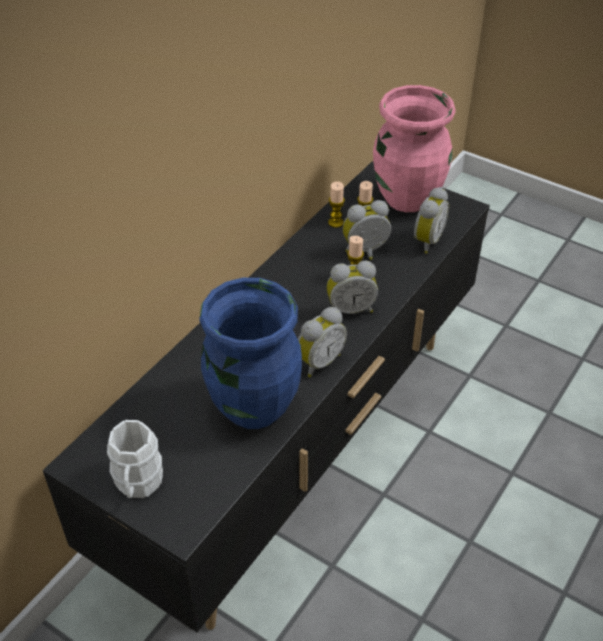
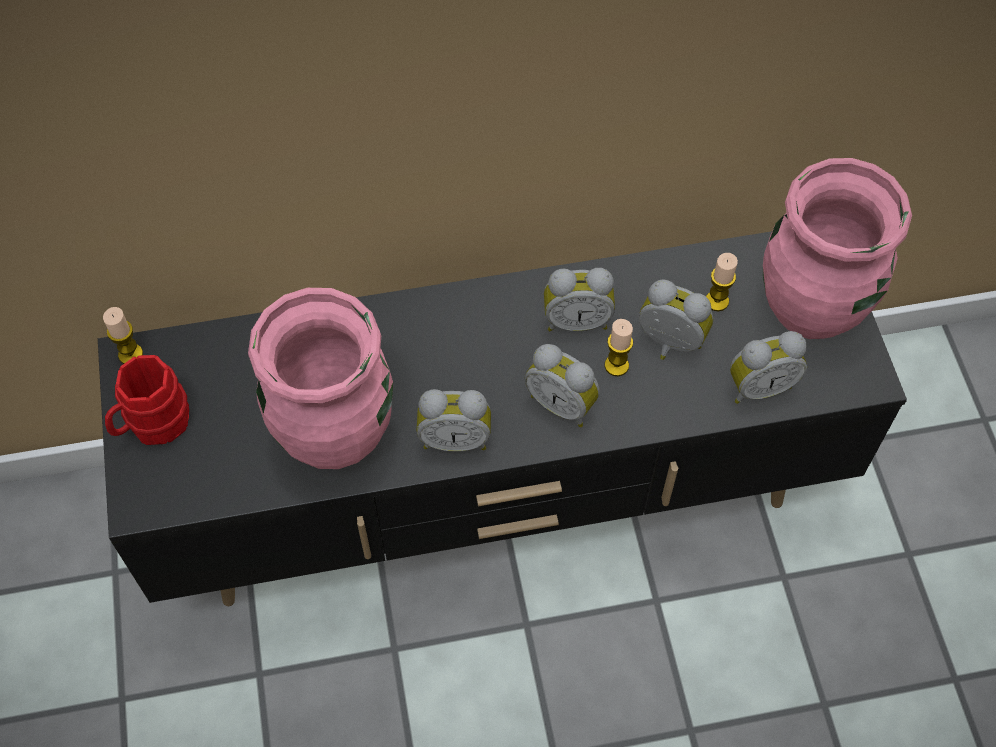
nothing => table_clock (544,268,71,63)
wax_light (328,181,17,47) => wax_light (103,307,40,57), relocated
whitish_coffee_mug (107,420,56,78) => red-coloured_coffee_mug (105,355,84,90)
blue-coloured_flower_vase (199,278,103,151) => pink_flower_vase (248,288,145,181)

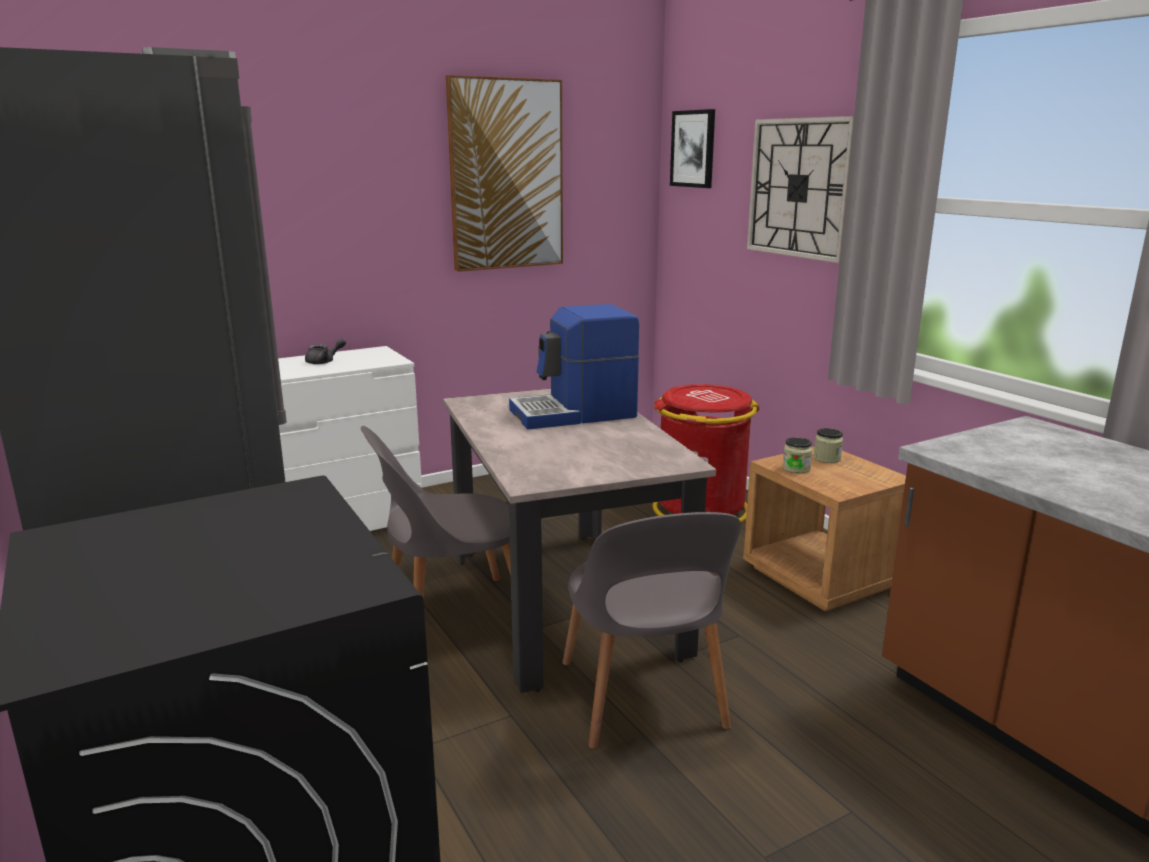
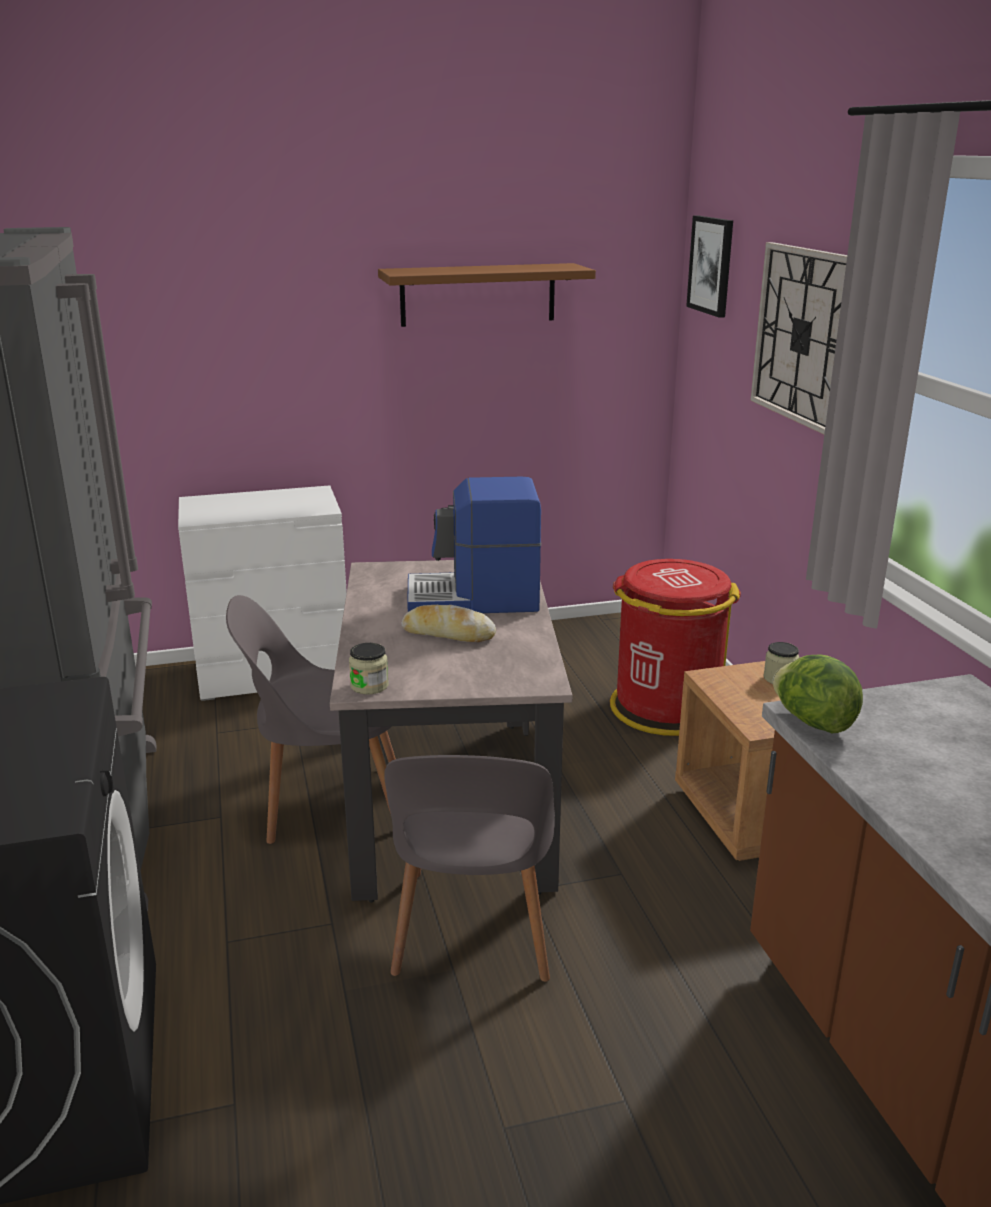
grey_tea_pot (305,338,41,26) => nothing
nothing => bread (401,605,95,37)
nothing => lettuce (773,654,90,80)
jar (782,437,30,36) => jar (349,643,40,52), relocated
wall_art (446,75,117,197) => brown_wall_shelf (378,263,218,64)

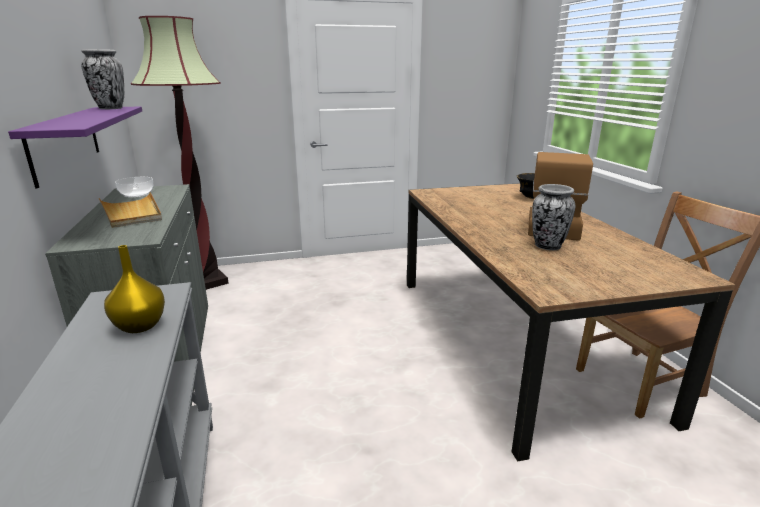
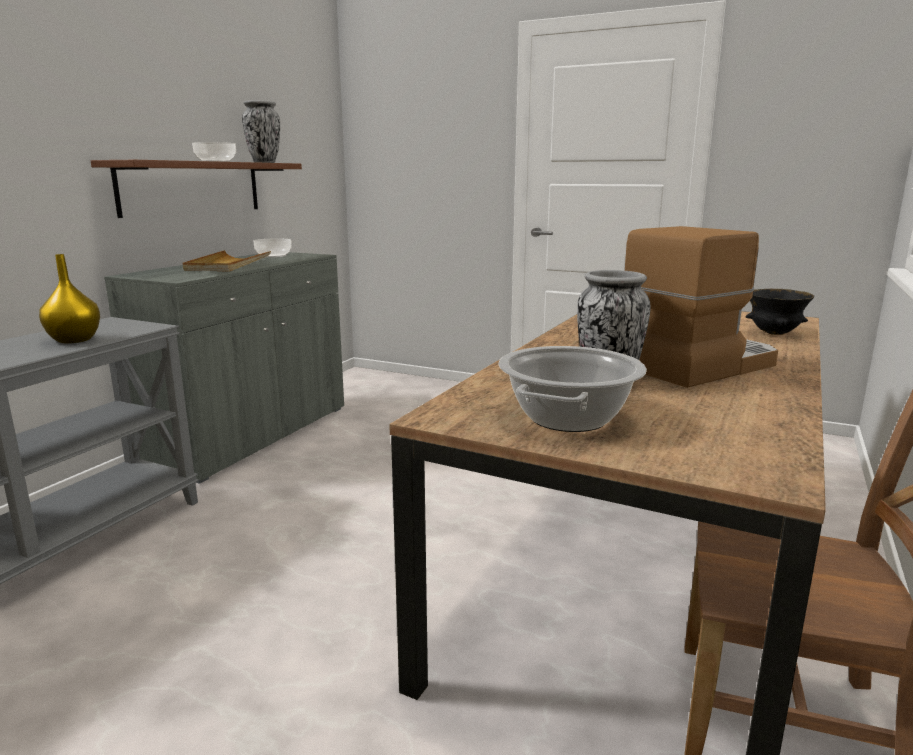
floor_lamp (131,16,98,274) => nothing
nothing => serving_bowl (192,142,44,20)
nothing => saucepot (498,346,149,86)
purple-coloured_wall_shelf (8,106,134,83) => brown_wall_shelf (91,160,211,58)

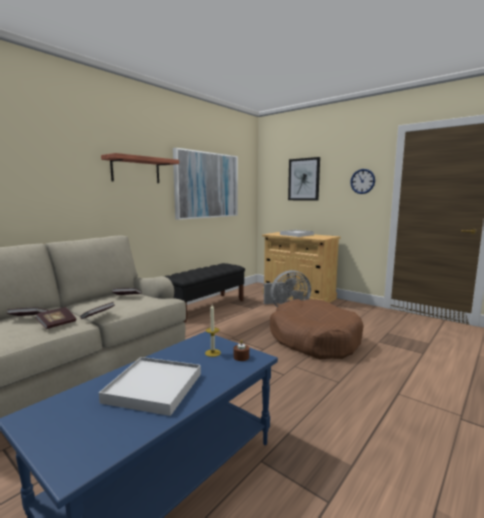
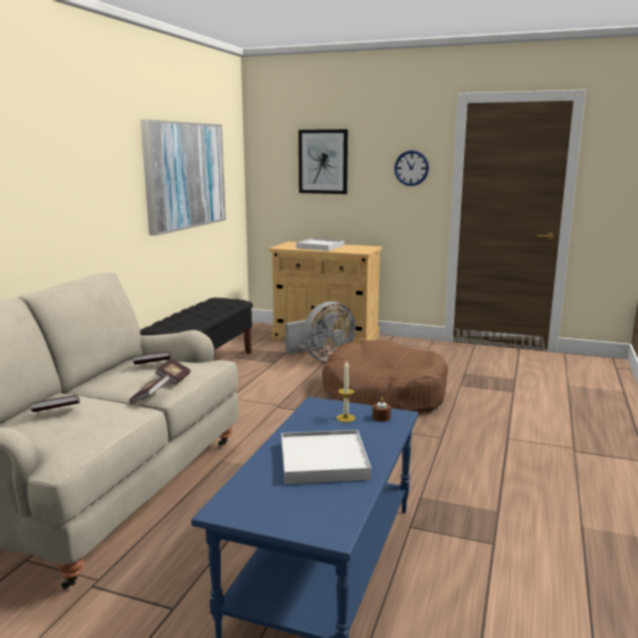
wall_shelf (101,153,78,30) => nothing
volume (35,307,41,22) => volume (155,359,36,25), relocated

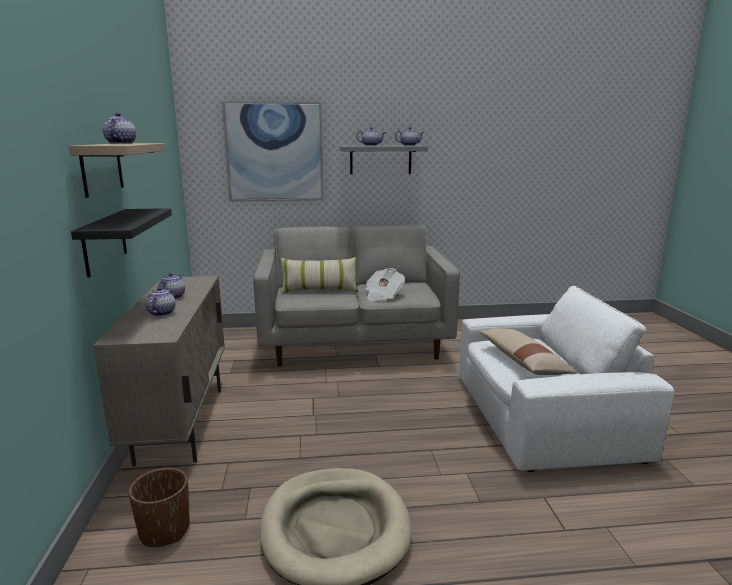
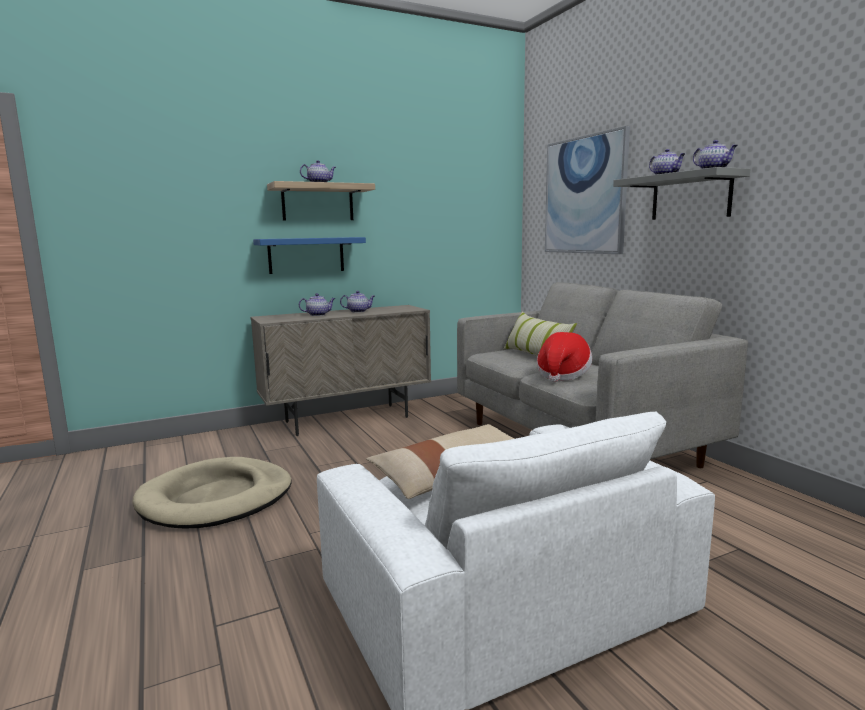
brown_planter (128,468,62,79) => nothing
daily_paper (366,268,39,33) => hat (537,332,55,50)
black_wall_shelf (71,208,101,70) => blue-coloured_wall_shelf (253,237,113,37)

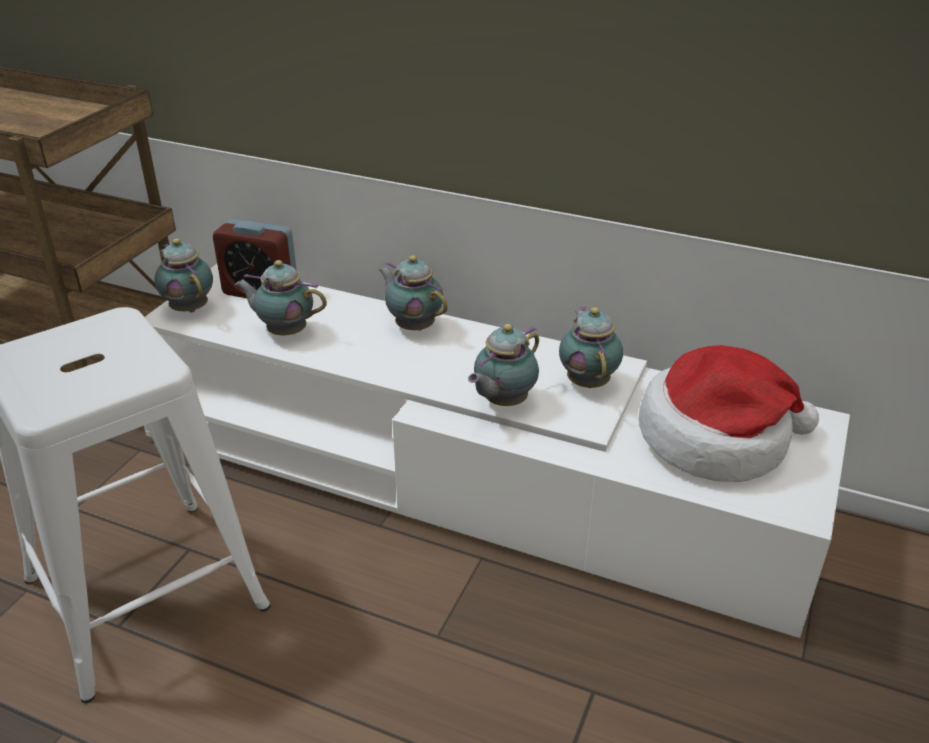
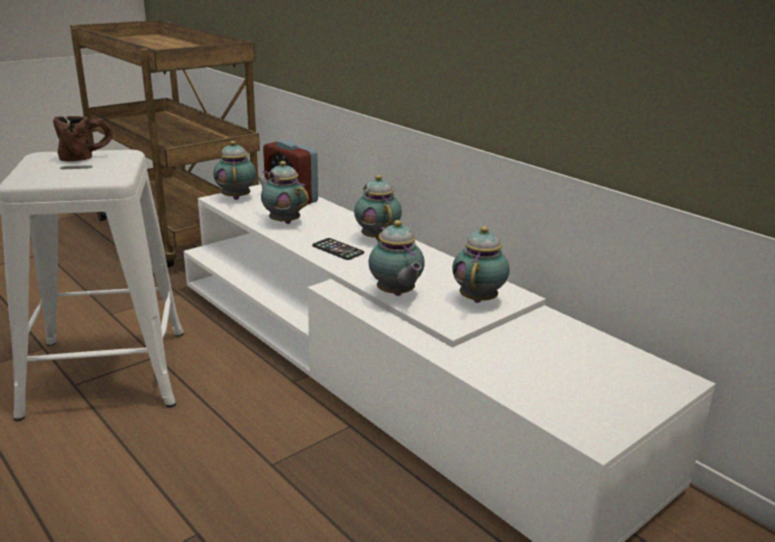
hat (639,345,180,137) => nothing
nothing => brown_coffee_mug (53,116,60,46)
nothing => handset (312,238,52,22)
tea_pot (468,324,71,82) => tea_pot (368,220,57,76), 90 degrees counterclockwise

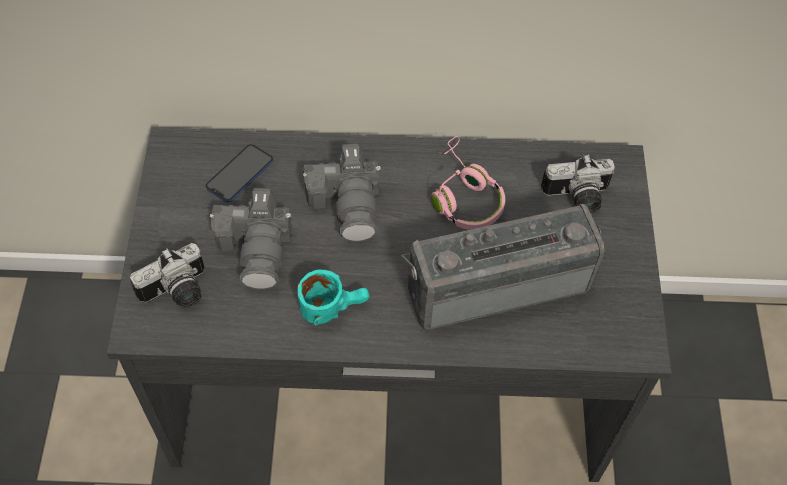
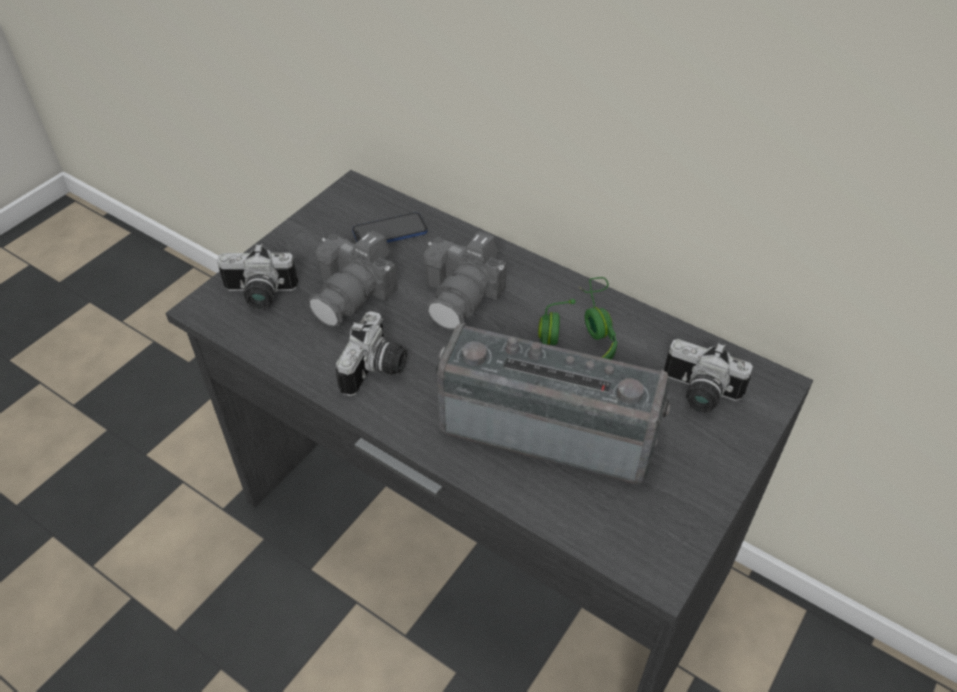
turquoise_coffee_mug (297,269,72,57) => photo_camera (336,311,71,85)
pink_headphones (431,136,74,94) => green_headphones (538,277,80,83)

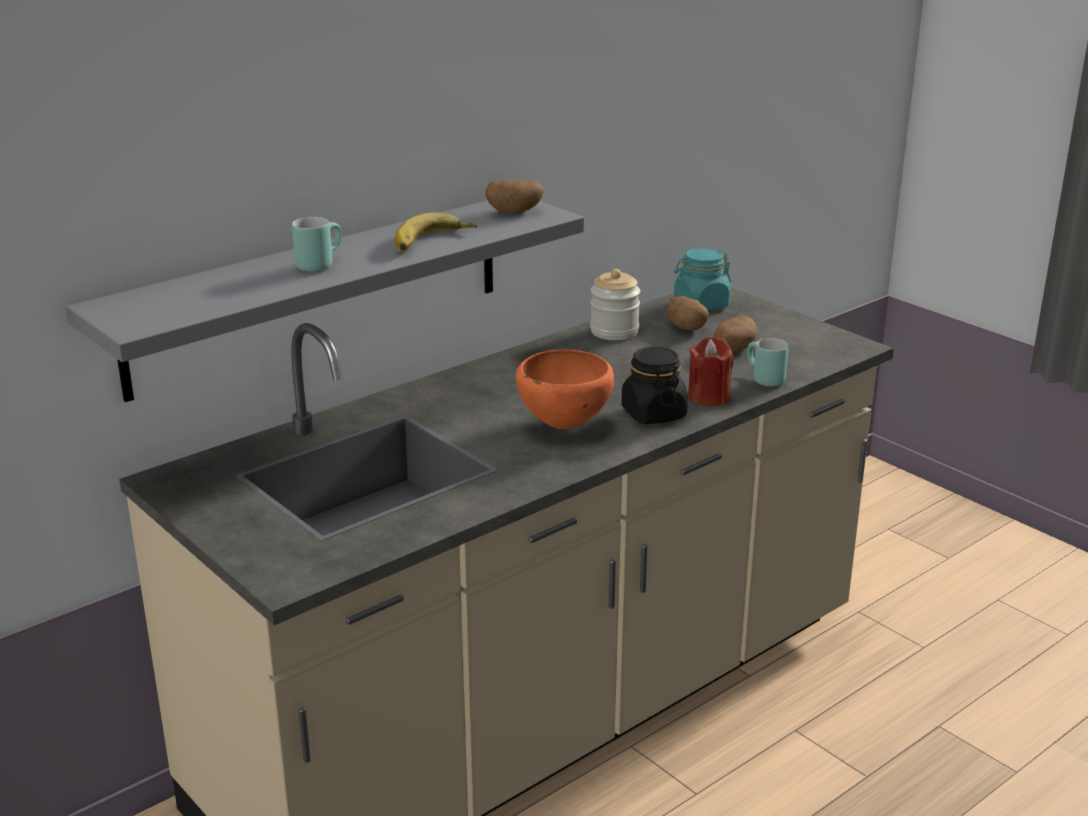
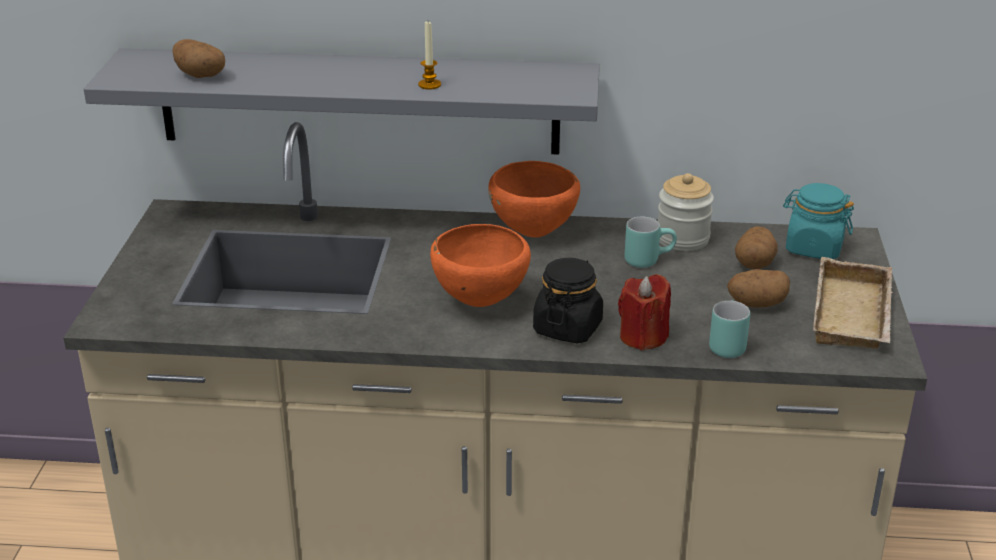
nothing => orange-coloured_serving_bowl (488,161,92,77)
nothing => beige-coloured_carrying_tray (813,257,80,92)
turquoise_coffee_mug (292,217,50,55) => turquoise_coffee_mug (624,217,53,51), relocated
whole_potato (485,180,59,34) => whole_potato (172,39,53,39), relocated
whole_banana (394,212,83,40) => wax_light (418,22,23,67)

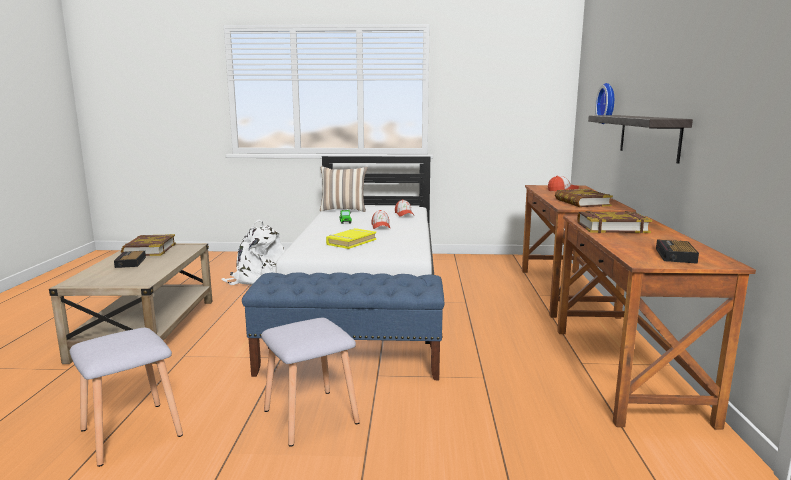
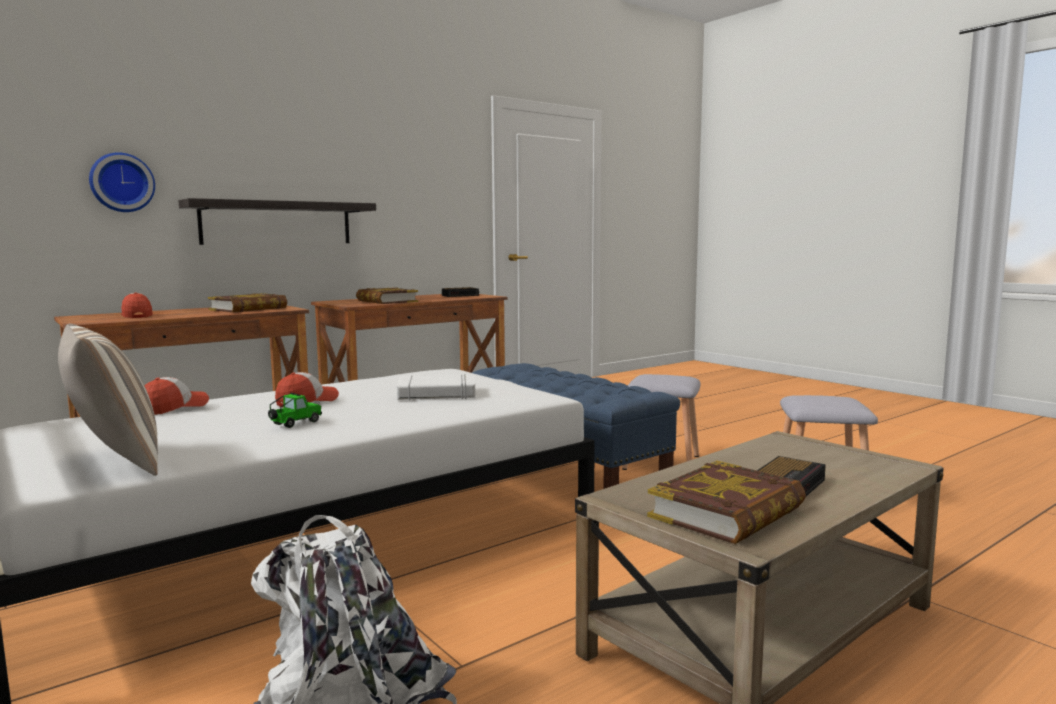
yellow_volume (326,228,50,21) => whitish_volume (397,374,79,27)

